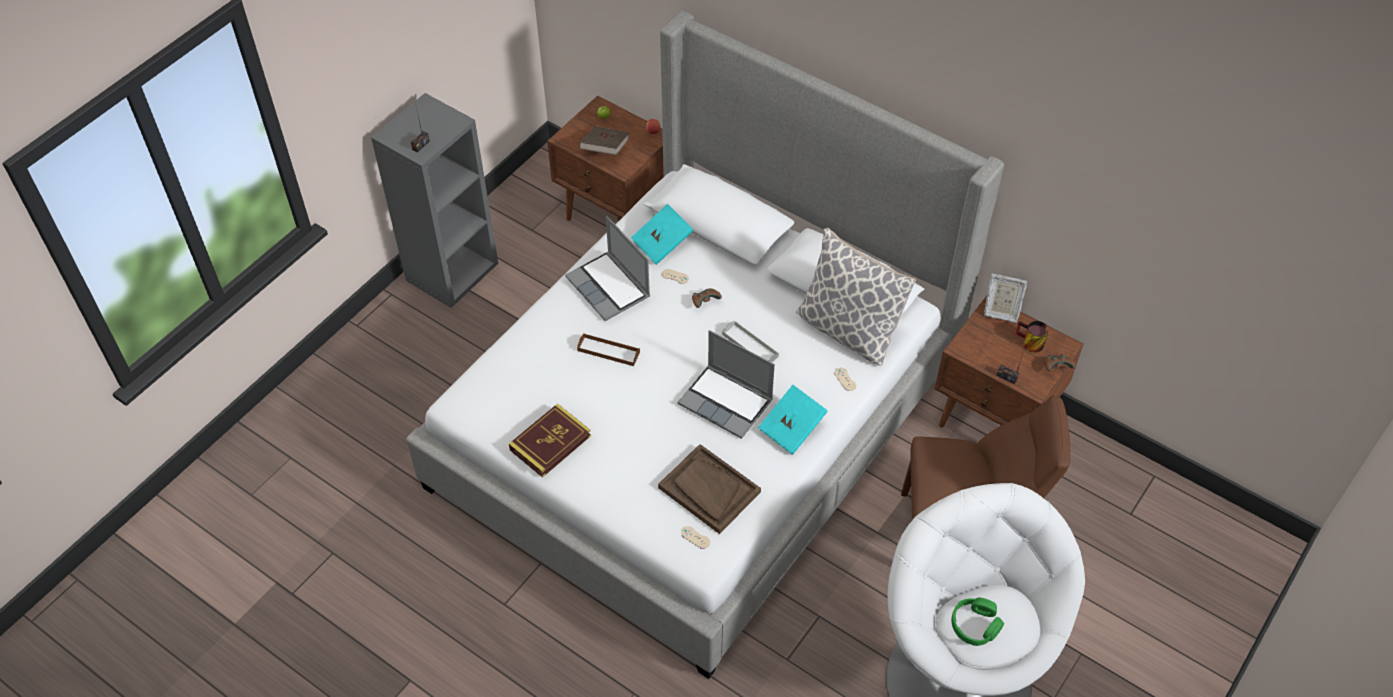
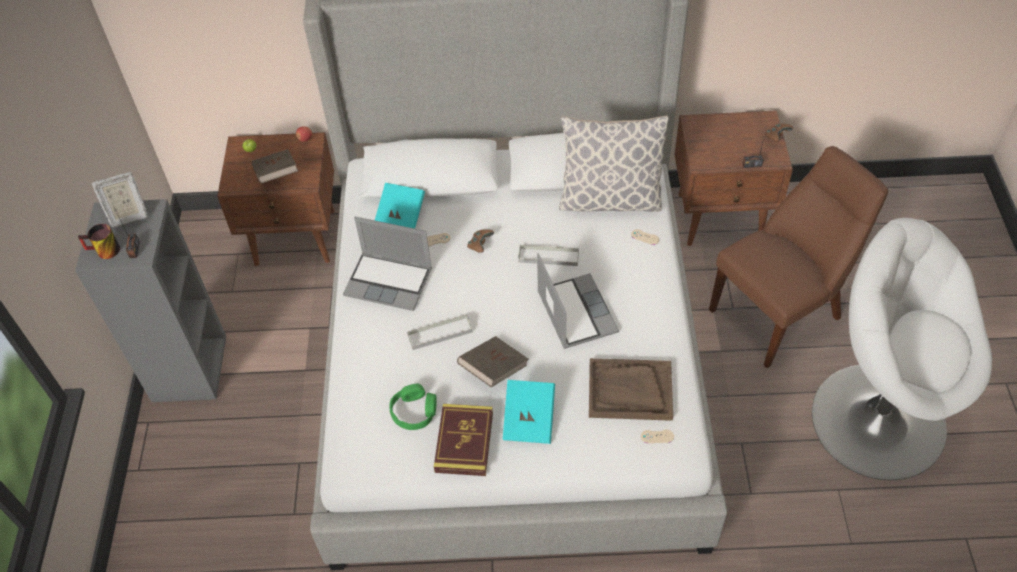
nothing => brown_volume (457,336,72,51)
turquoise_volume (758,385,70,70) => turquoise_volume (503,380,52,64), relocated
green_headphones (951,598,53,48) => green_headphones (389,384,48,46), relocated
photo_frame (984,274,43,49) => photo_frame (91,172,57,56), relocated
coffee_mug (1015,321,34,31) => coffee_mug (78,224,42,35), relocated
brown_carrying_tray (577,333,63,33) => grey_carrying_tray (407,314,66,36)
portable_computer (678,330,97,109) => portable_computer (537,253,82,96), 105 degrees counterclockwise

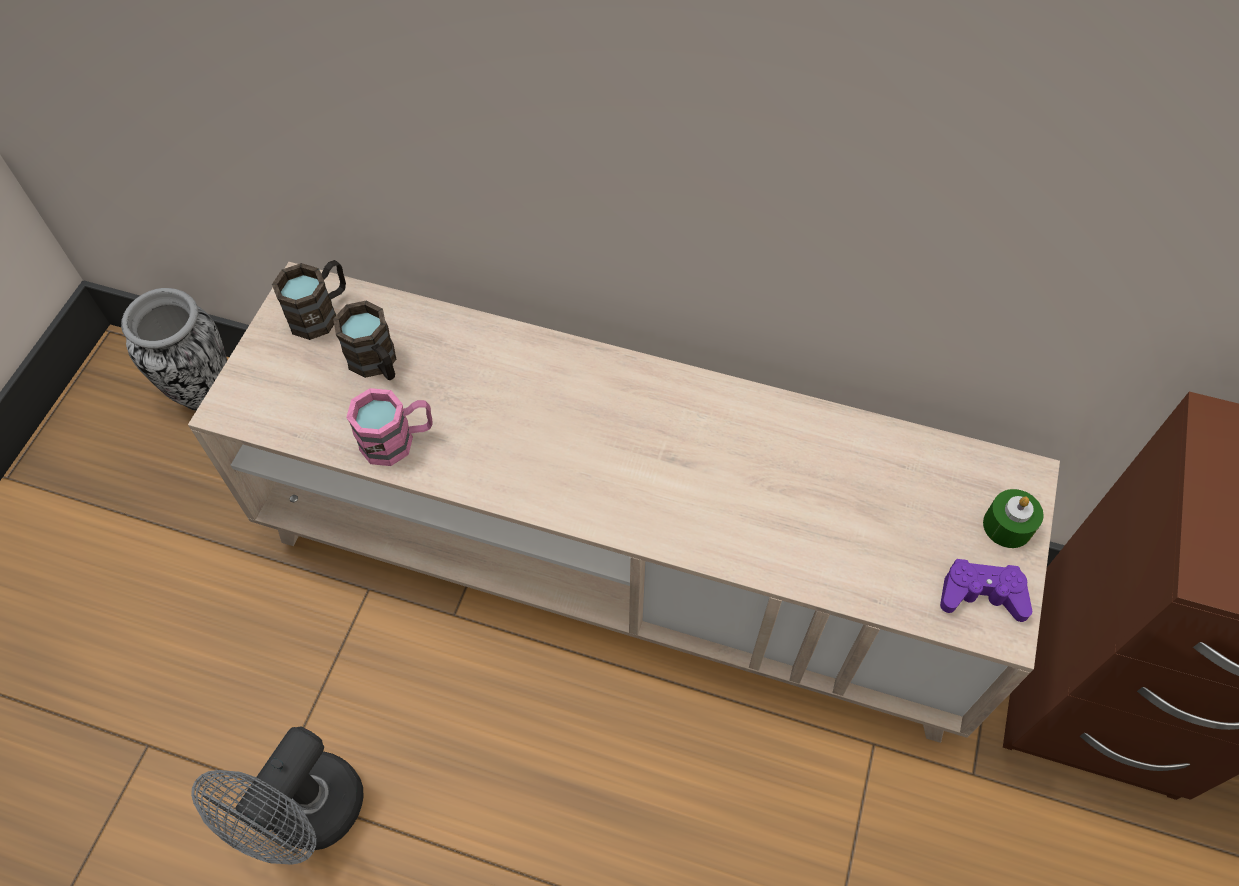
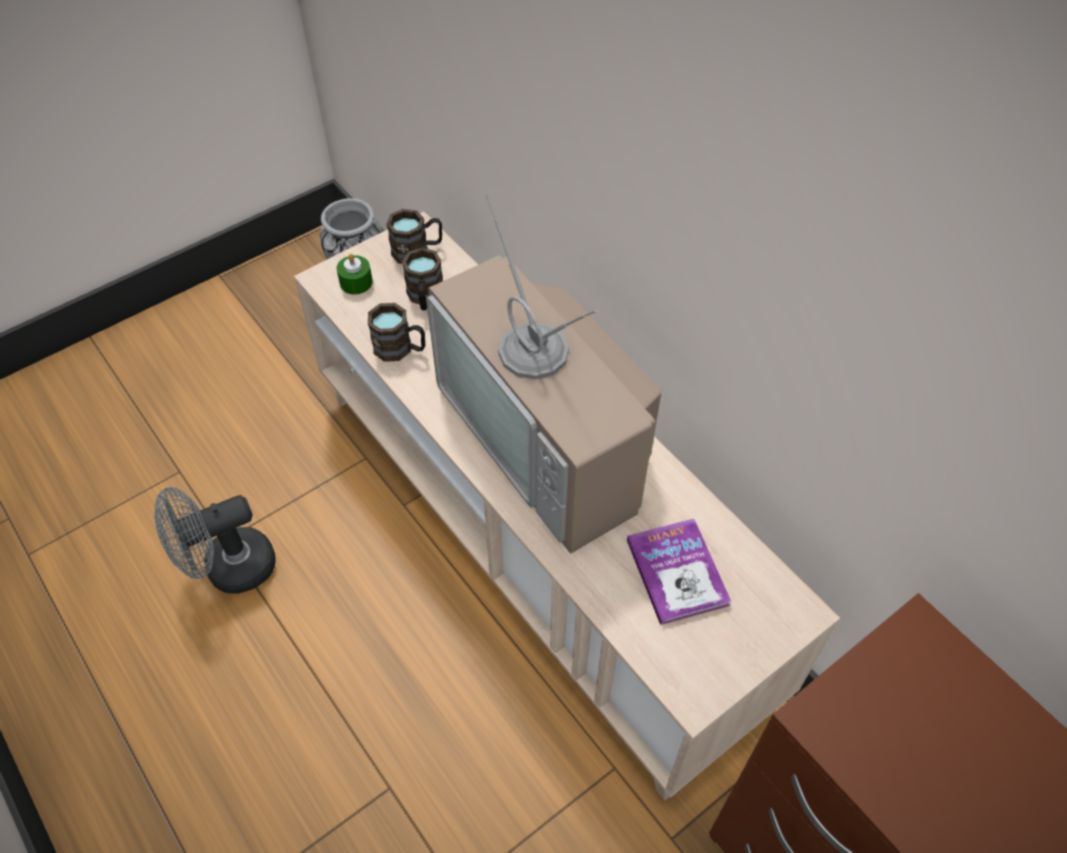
purple-coloured_joypad (940,559,92,63) => nothing
nothing => TV_set (426,194,235,359)
nothing => volume (627,519,104,106)
green_wax_light (983,489,61,59) => green_wax_light (337,254,36,41), relocated
pink_coffee_mug (346,388,87,78) => brown_coffee_mug (368,303,57,59)

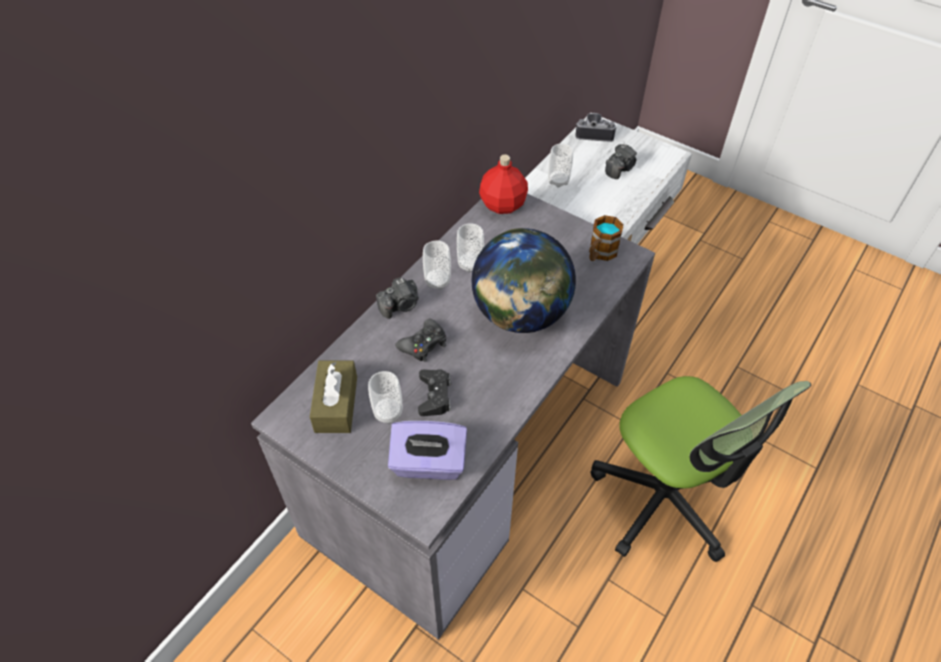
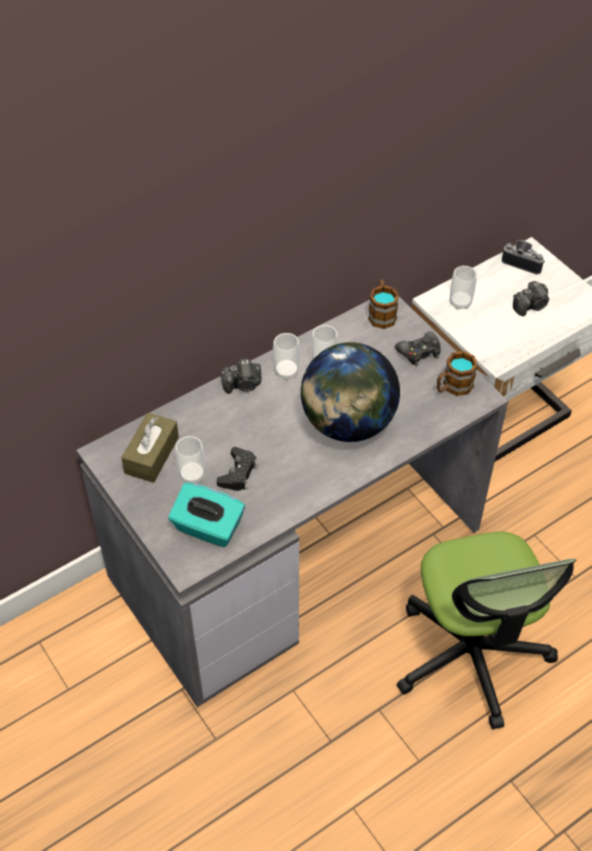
black_joypad (395,318,51,44) => black_joypad (395,331,46,35), relocated
red-coloured_beverage_bottle (479,155,49,59) => coffee_mug (368,279,31,50)
purple-coloured_tissue_box (388,421,79,59) => turquoise_tissue_box (168,483,77,64)

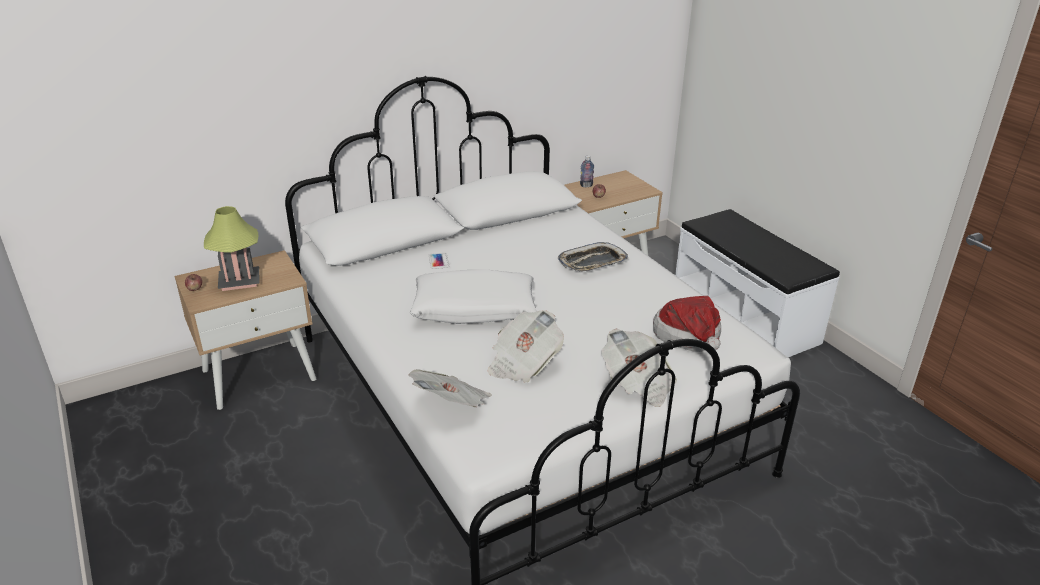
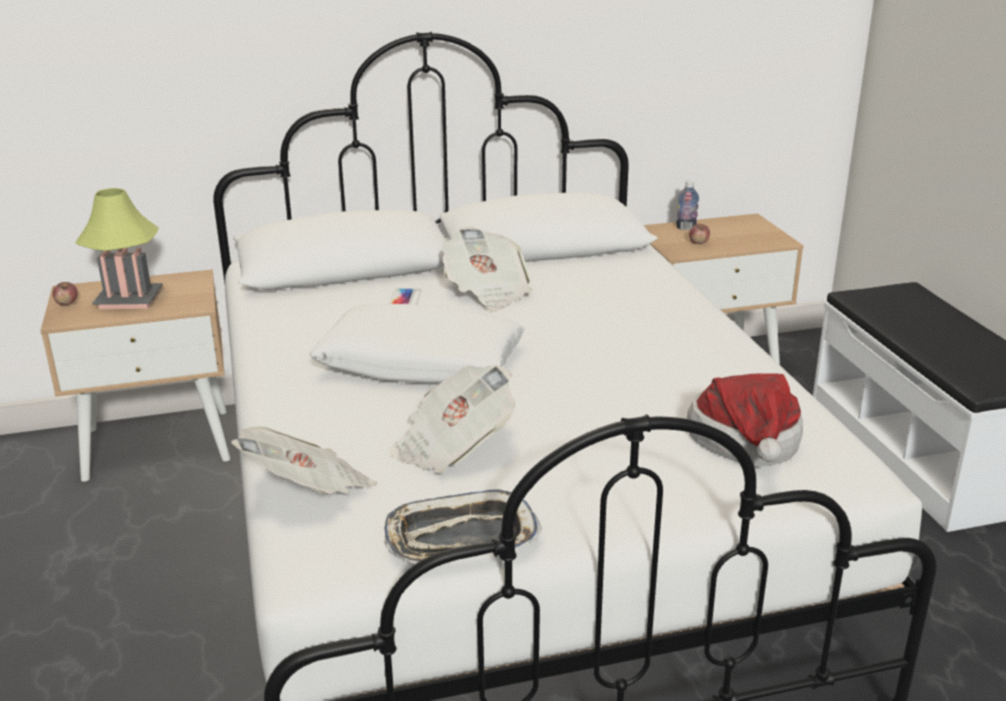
carrying_tray (558,242,70,30) => carrying_tray (385,489,157,74), relocated
daily_paper (601,329,76,78) => daily_paper (442,227,91,84), relocated

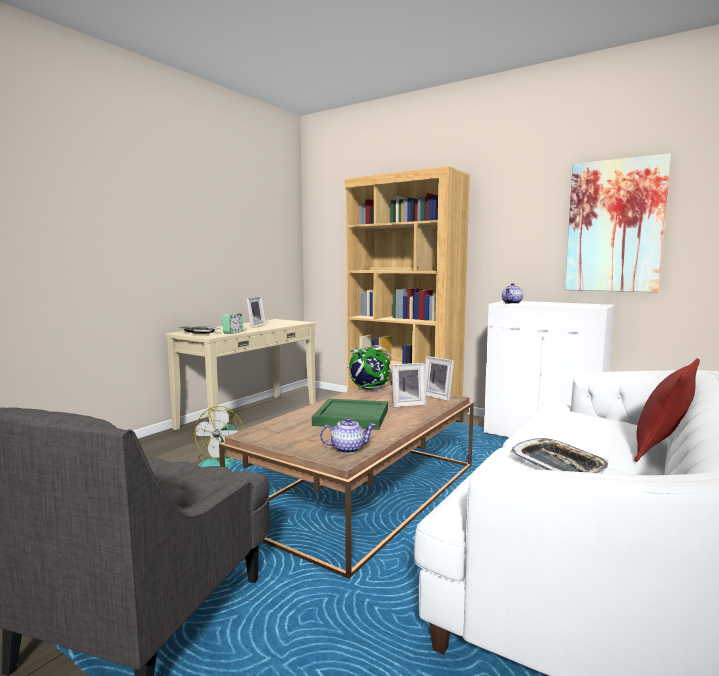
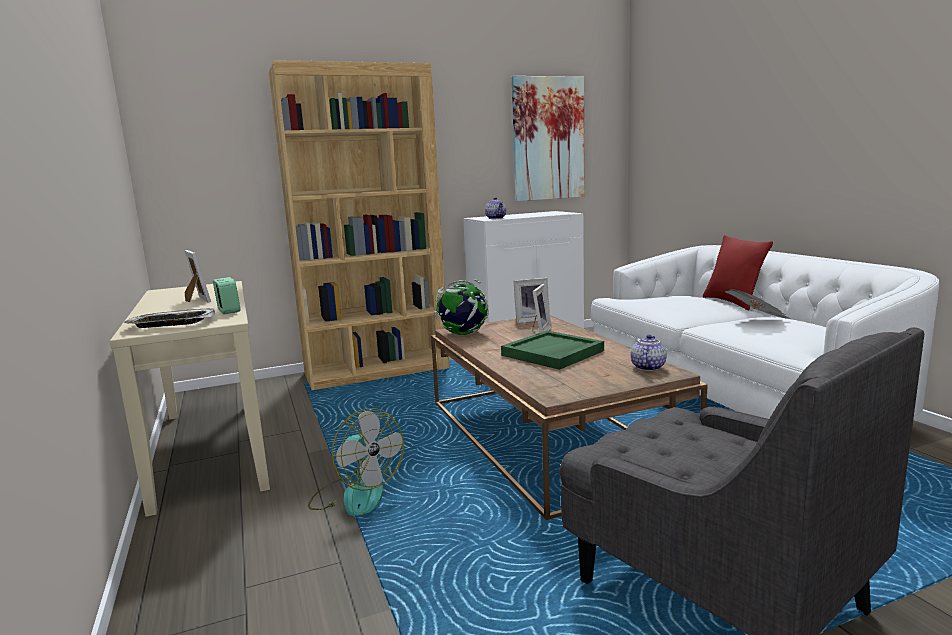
carrying_tray (510,438,98,35) => daily_paper (725,289,65,30)

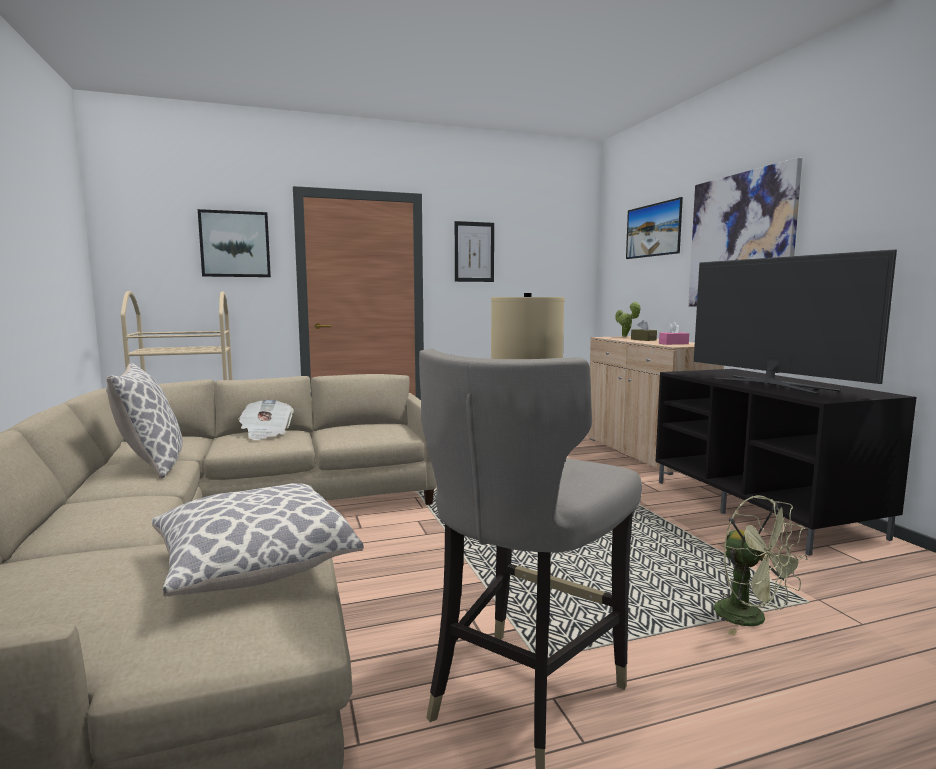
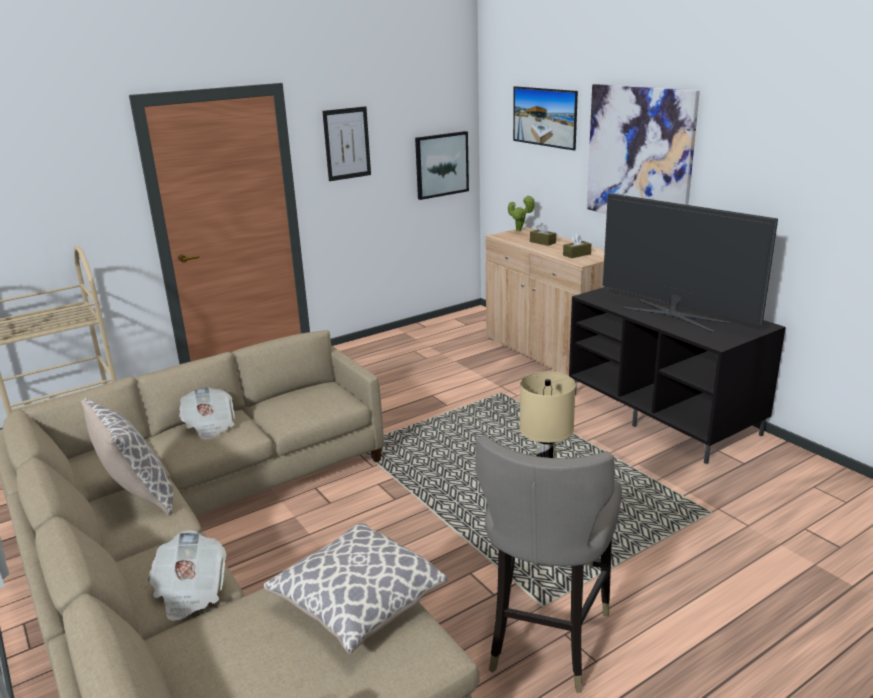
green_electric_fan (713,495,95,141) => nothing
nothing => daily_paper (148,530,79,91)
wall_art (198,209,73,68) => wall_art (415,131,54,69), relocated
pink_tissue_box (659,322,30,23) => brown_tissue_box (563,233,28,25)

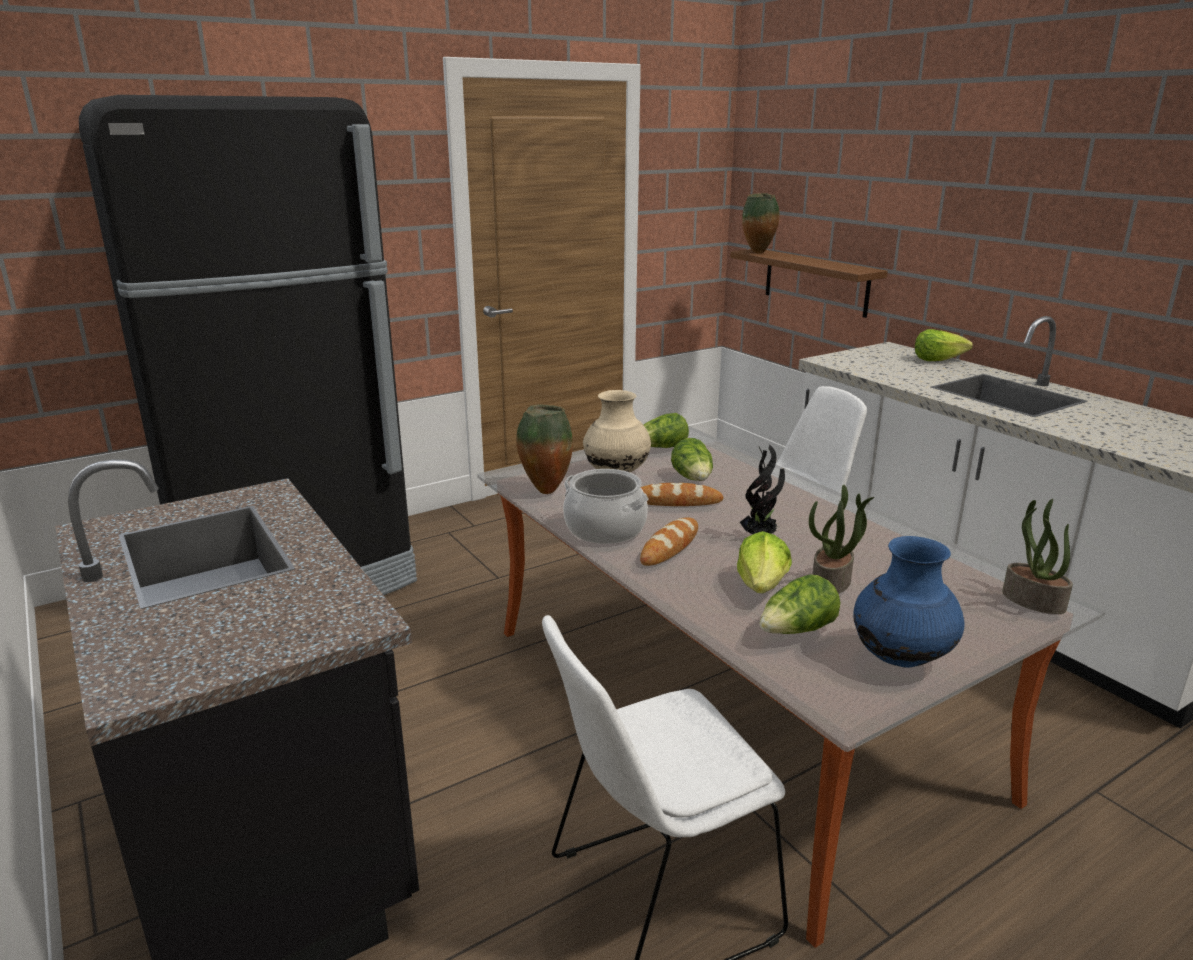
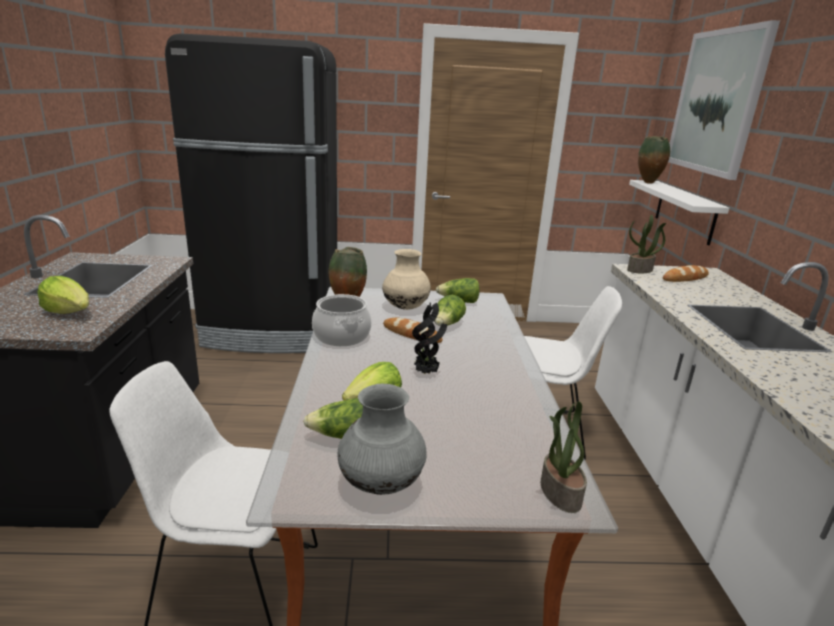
nothing => wall_art (668,20,112,160)
bread (640,518,58,48) => bread (663,265,46,17), relocated
plant_in_a_pot (809,485,65,109) => plant_in_a_pot (627,215,39,58), relocated
lettuce (915,329,58,32) => lettuce (37,276,52,38), relocated
brown_wall_shelf (730,249,158,69) => whitish_wall_shelf (629,180,100,66)
blue-coloured_flower_vase (853,536,112,132) => grey_flower_vase (337,384,90,111)

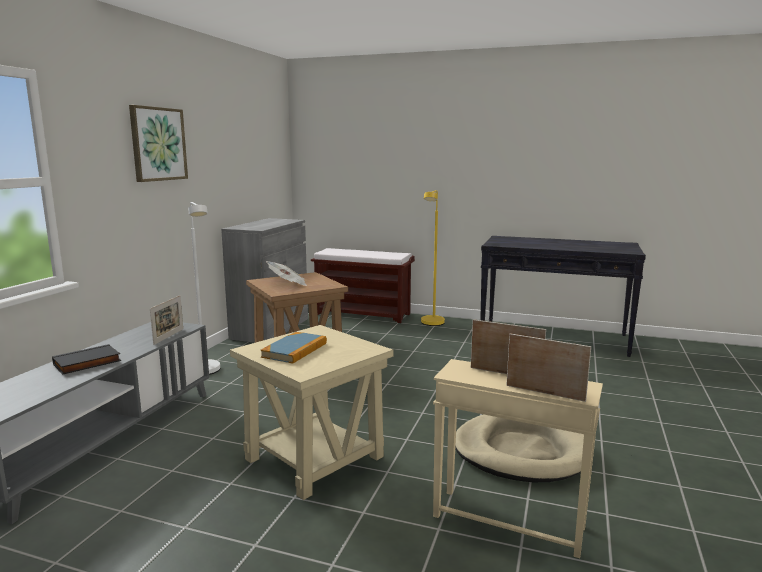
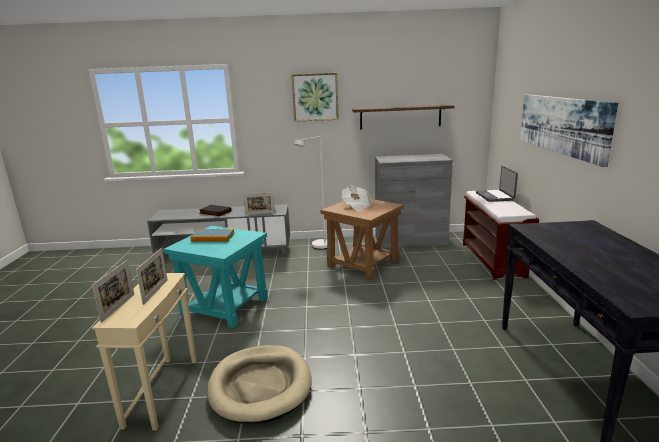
yellow_floor_lamp (421,190,24,136) => nothing
nothing => wall_shelf (352,105,103,25)
nothing => portable_computer (476,166,42,36)
nothing => wall_art (520,94,98,73)
beige-coloured_accent_table (230,325,163,175) => turquoise_accent_table (163,226,105,102)

